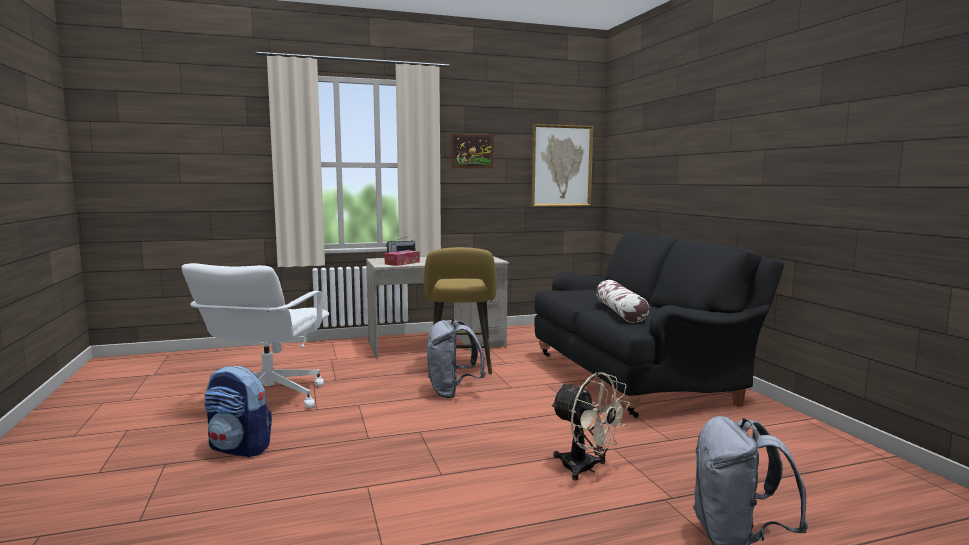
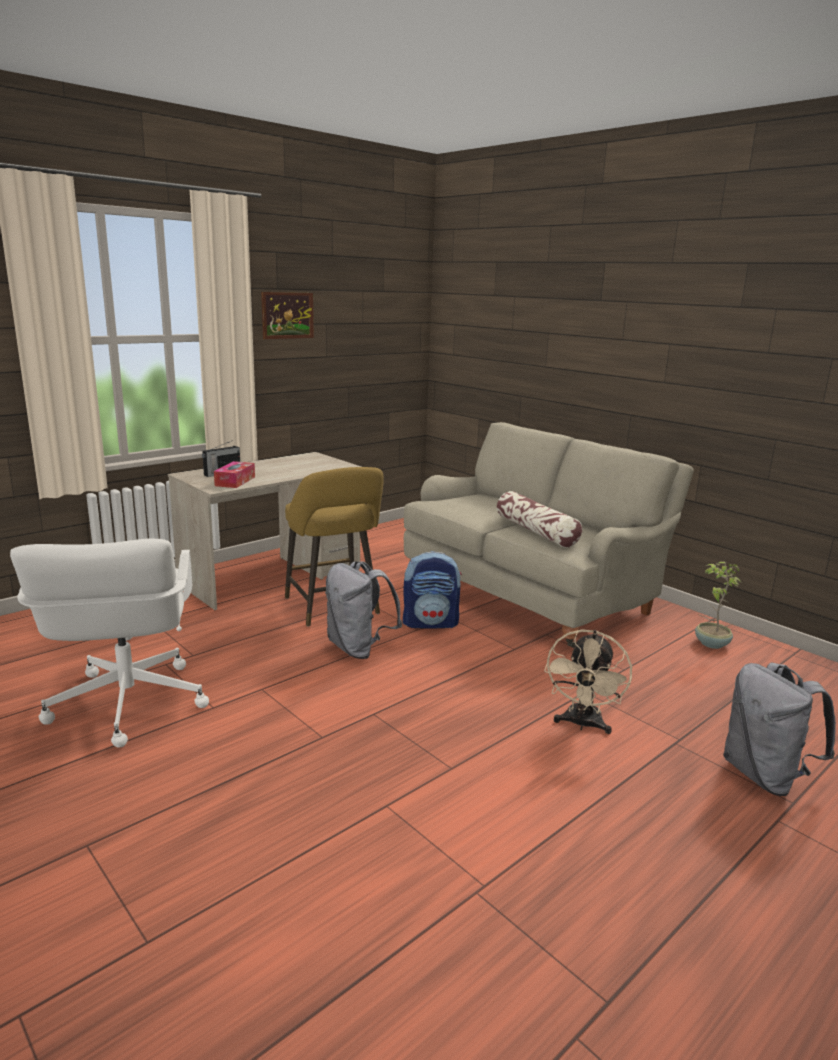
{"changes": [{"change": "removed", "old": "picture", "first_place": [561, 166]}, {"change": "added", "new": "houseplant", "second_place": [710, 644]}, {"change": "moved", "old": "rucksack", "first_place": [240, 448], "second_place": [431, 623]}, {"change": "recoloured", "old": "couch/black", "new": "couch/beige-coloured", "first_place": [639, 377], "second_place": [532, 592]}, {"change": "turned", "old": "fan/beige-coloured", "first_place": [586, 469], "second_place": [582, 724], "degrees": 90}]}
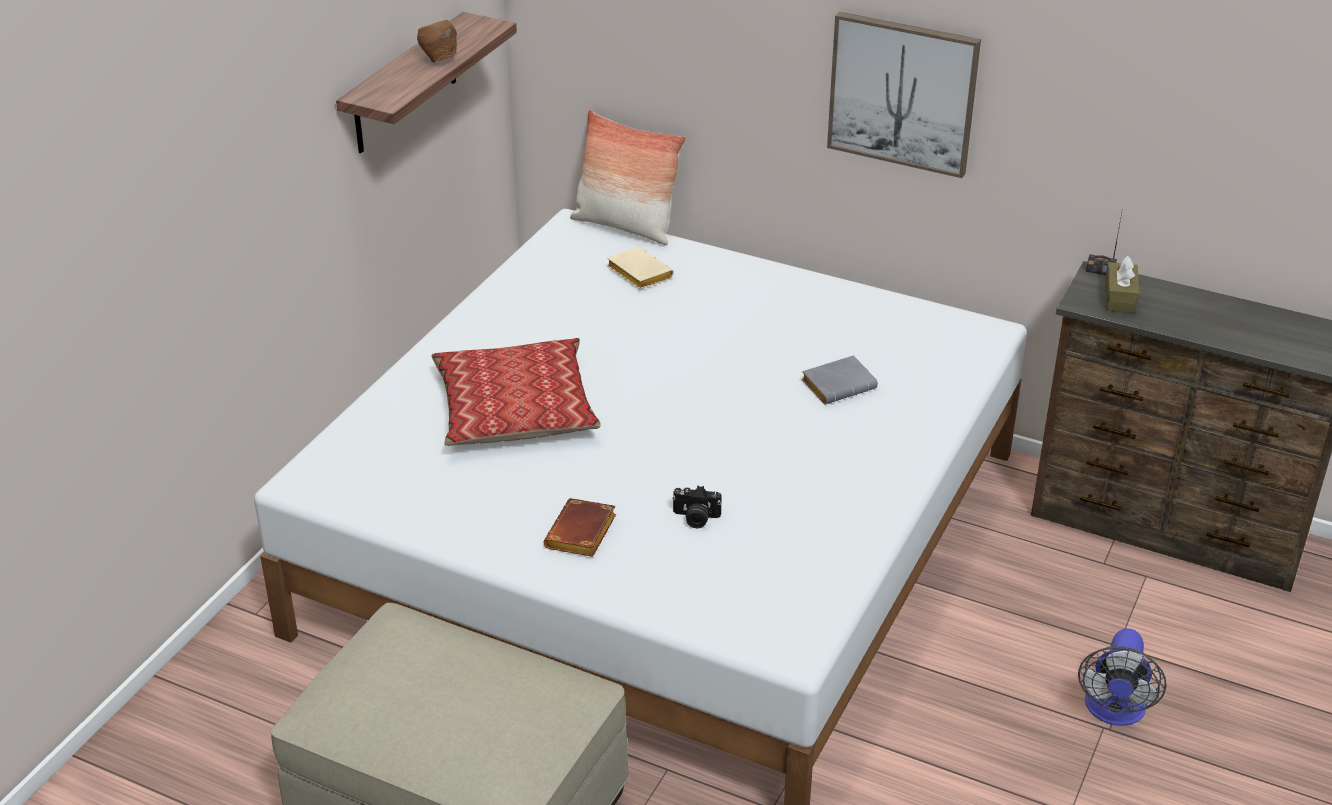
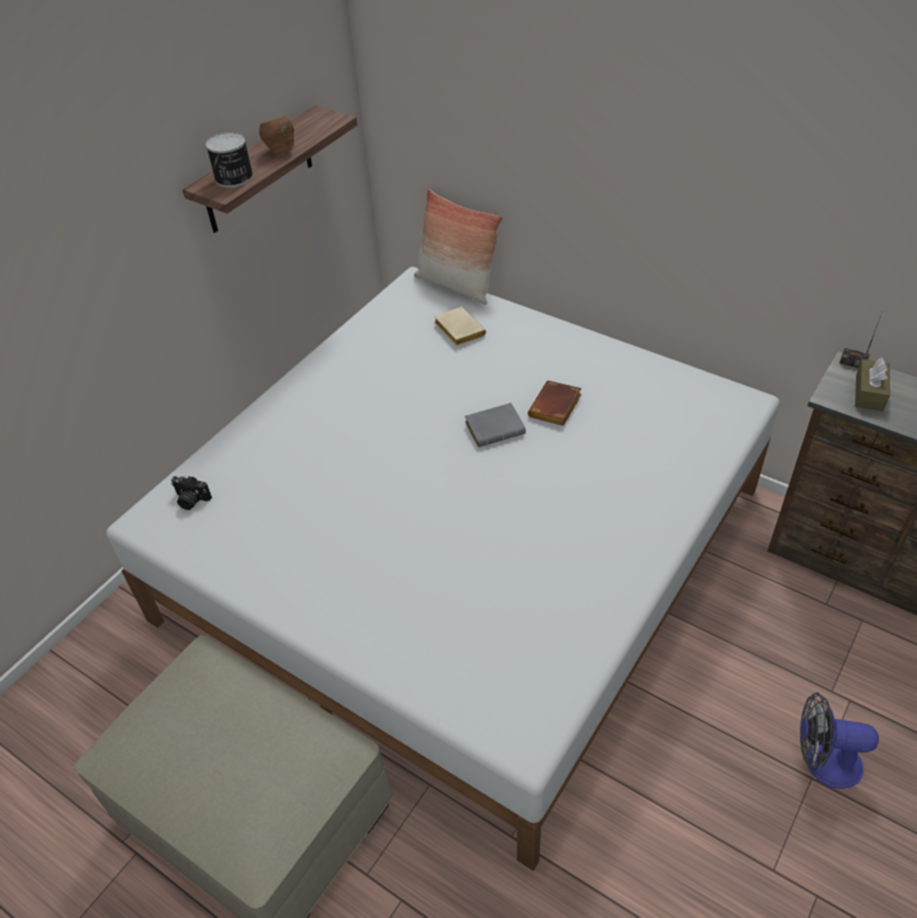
{"changes": [{"change": "removed", "old": "pillow", "first_place": [515, 408]}, {"change": "removed", "old": "picture", "first_place": [903, 93]}, {"change": "added", "new": "metal can", "second_place": [234, 178]}, {"change": "moved", "old": "volume/brown-coloured", "first_place": [582, 535], "second_place": [555, 408]}, {"change": "moved", "old": "still camera", "first_place": [695, 518], "second_place": [191, 500]}, {"change": "moved", "old": "volume/grey", "first_place": [839, 384], "second_place": [495, 428]}, {"change": "turned", "old": "fan", "first_place": [1114, 711], "second_place": [822, 762], "degrees": 75}]}
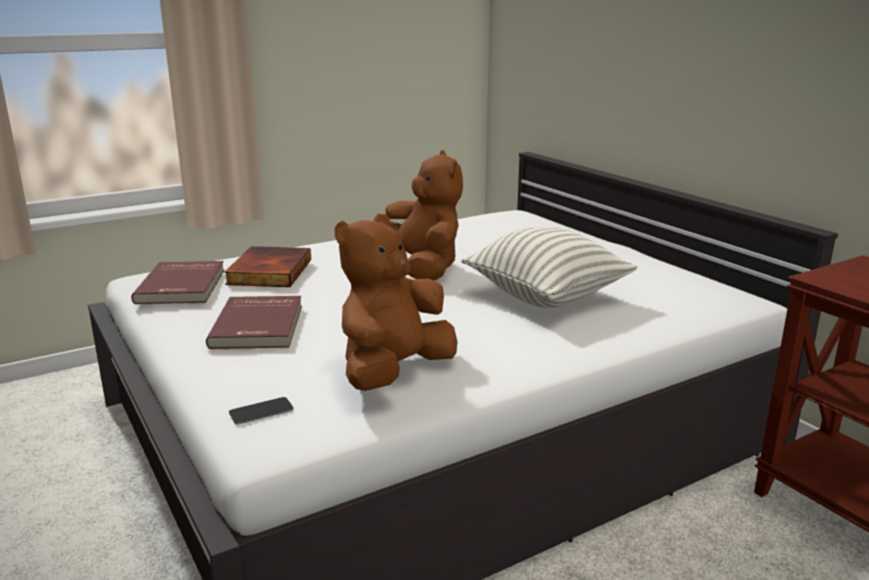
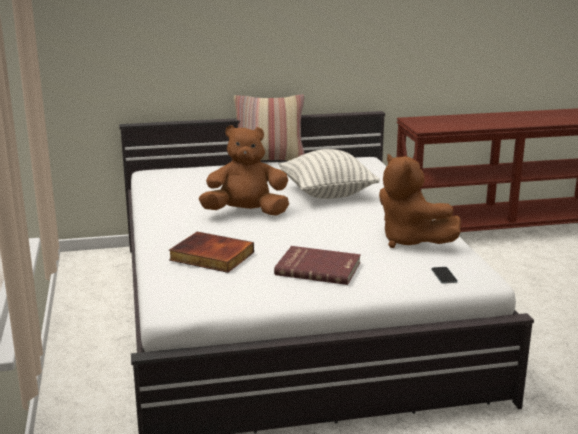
{"changes": [{"change": "removed", "old": "volume/red", "first_place": [183, 286]}, {"change": "added", "new": "pillow", "second_place": [270, 160]}]}
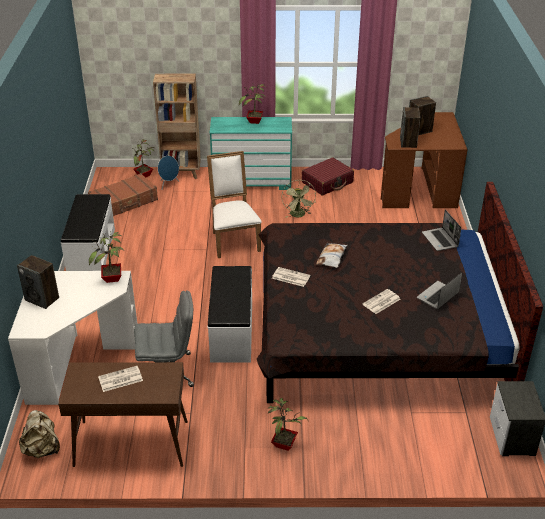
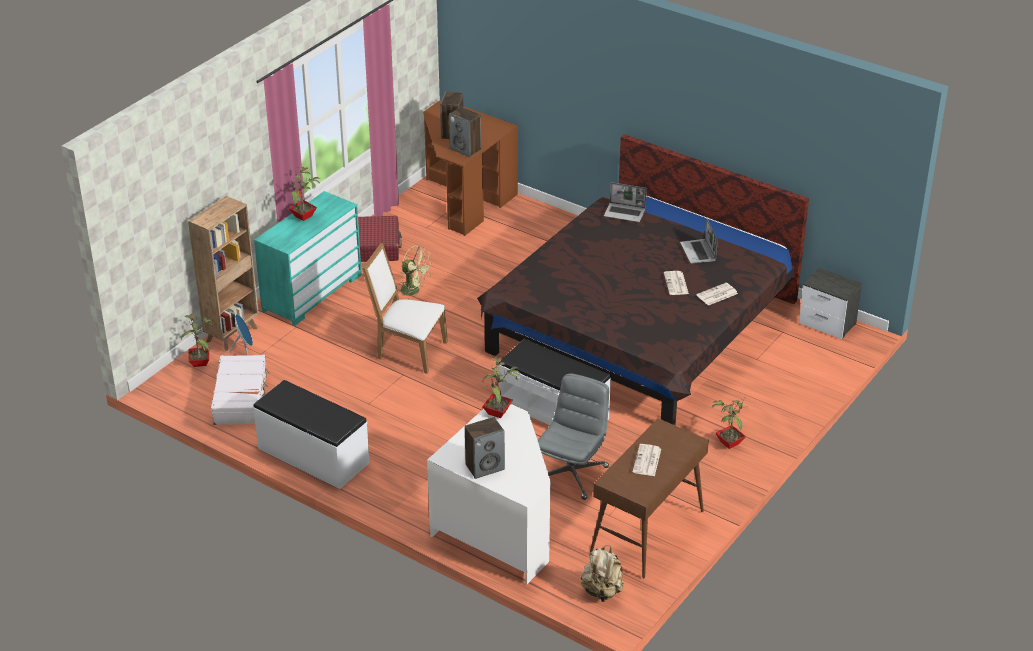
{"changes": [{"change": "removed", "old": "pillow", "first_place": [332, 258]}, {"change": "moved", "old": "printed paper", "first_place": [290, 277], "second_place": [716, 295]}, {"change": "recoloured", "old": "suitcase/brown-coloured", "new": "suitcase/white", "first_place": [124, 203], "second_place": [241, 398]}]}
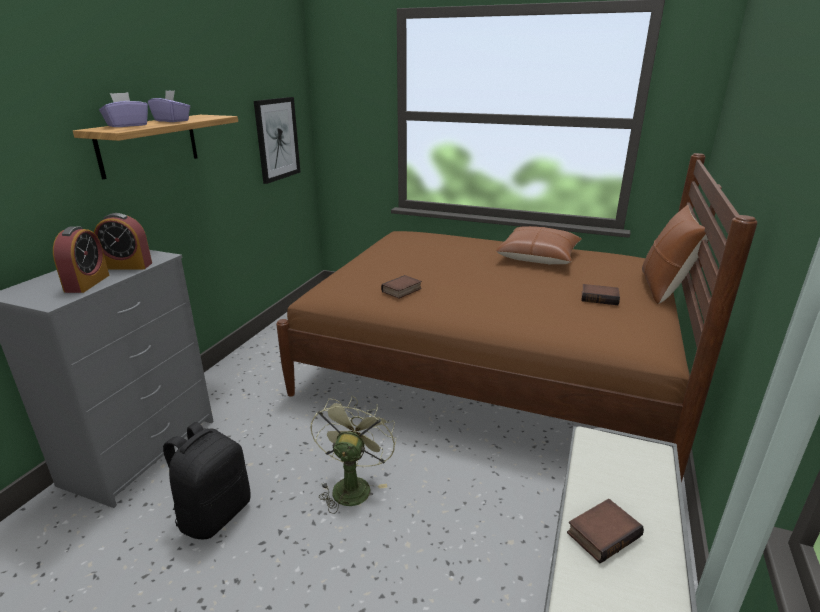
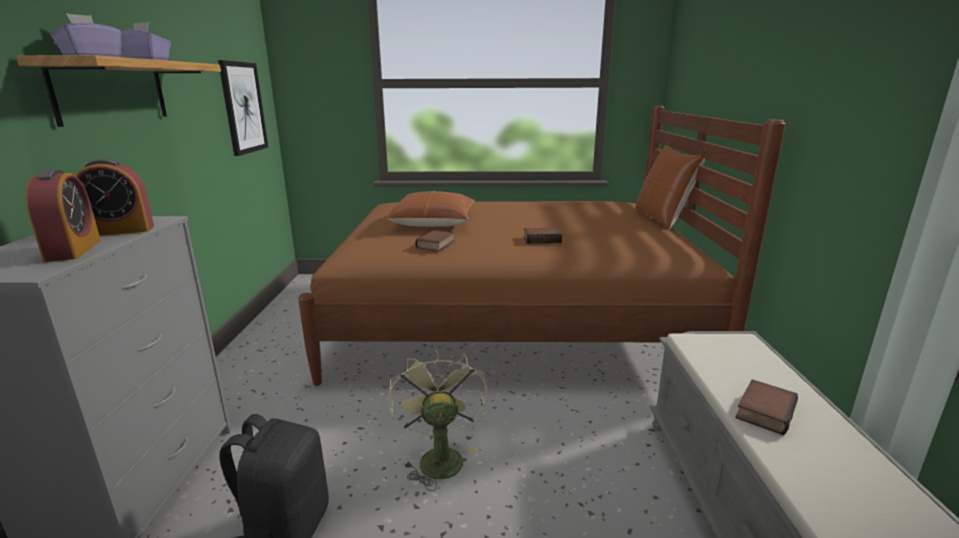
{"changes": [{"change": "moved", "old": "pillow/brown-coloured", "first_place": [538, 257], "second_place": [434, 222]}, {"change": "moved", "old": "volume", "first_place": [600, 298], "second_place": [542, 239]}]}
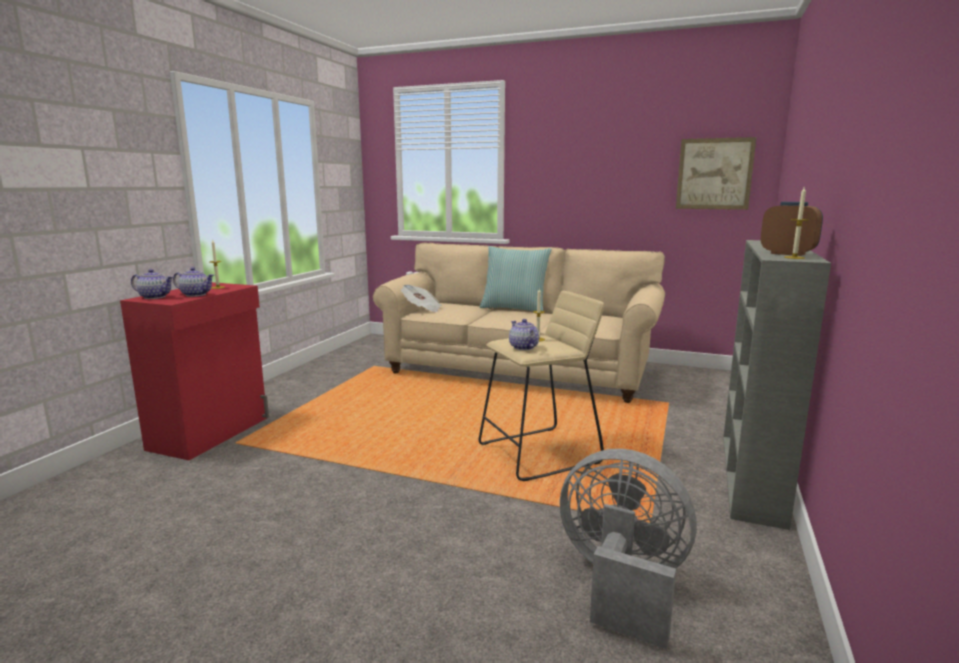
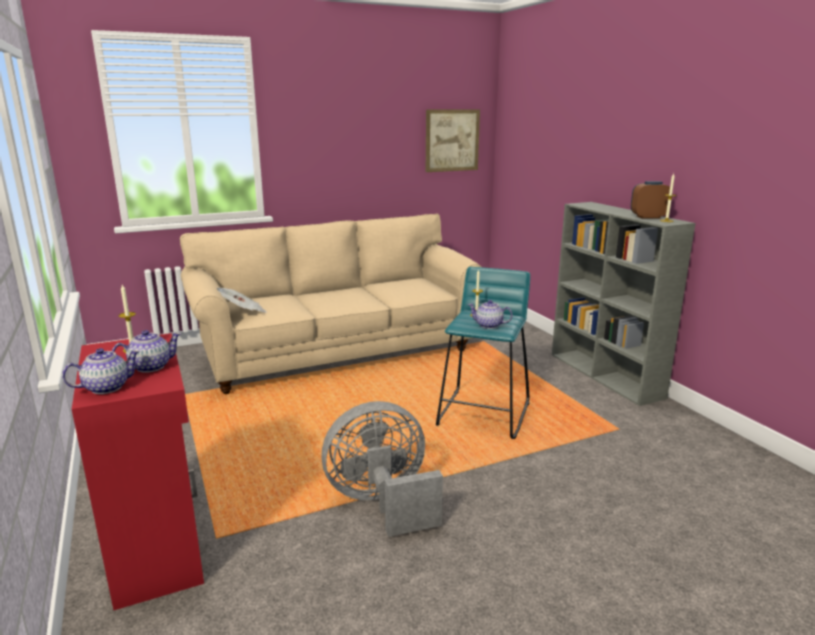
{"changes": [{"change": "removed", "old": "pillow", "first_place": [514, 308]}, {"change": "moved", "old": "fan/grey", "first_place": [621, 584], "second_place": [382, 503]}, {"change": "recoloured", "old": "stool/beige-coloured", "new": "stool/turquoise", "first_place": [539, 454], "second_place": [484, 414]}]}
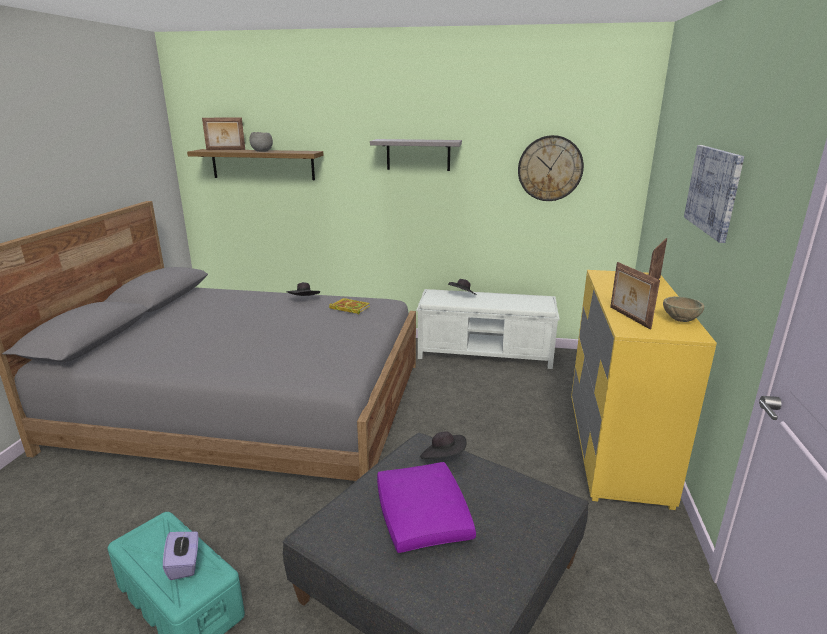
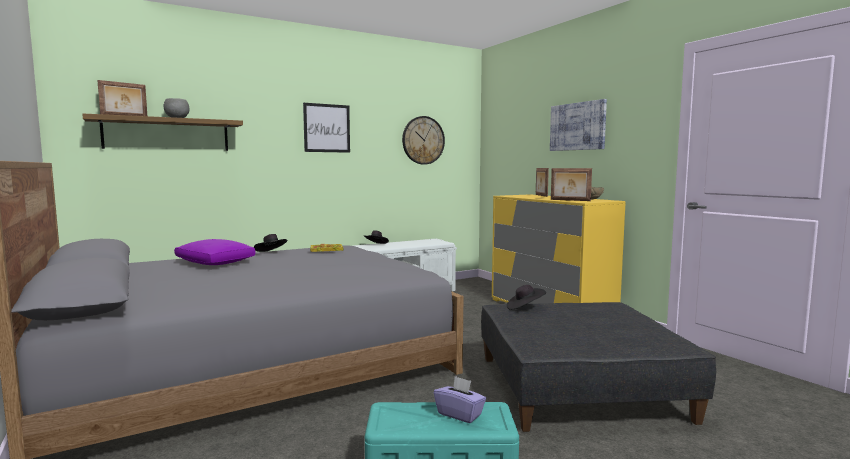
{"changes": [{"change": "moved", "old": "pillow/purplish", "first_place": [422, 516], "second_place": [214, 262]}, {"change": "replaced", "old": "wall shelf/grey", "new": "picture", "first_place": [418, 155], "second_place": [327, 128]}]}
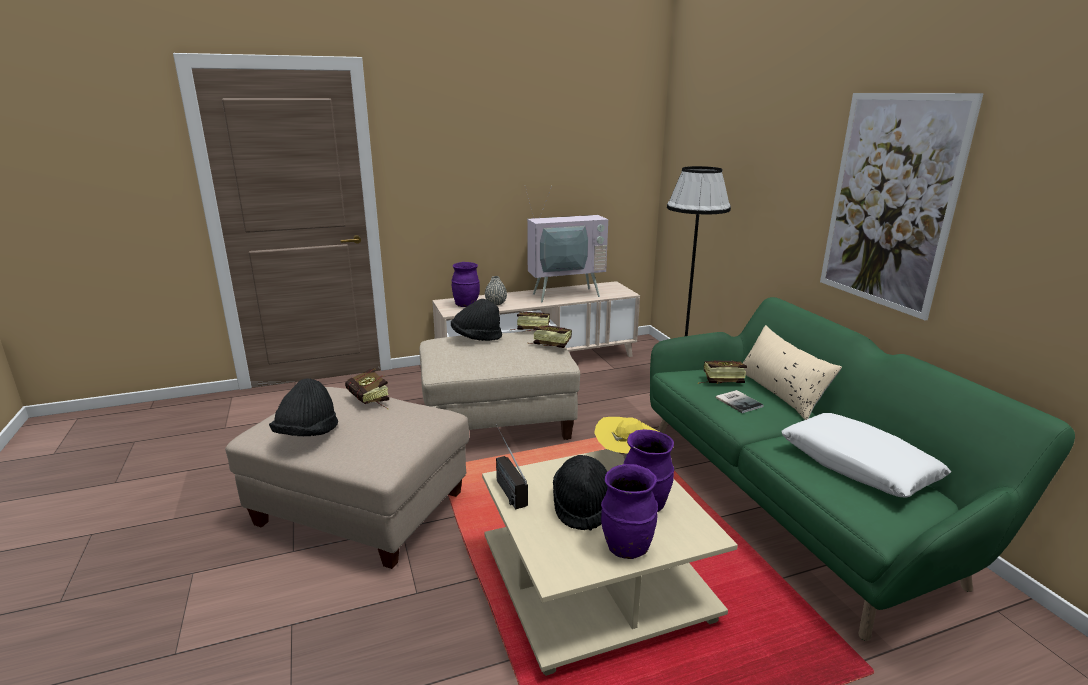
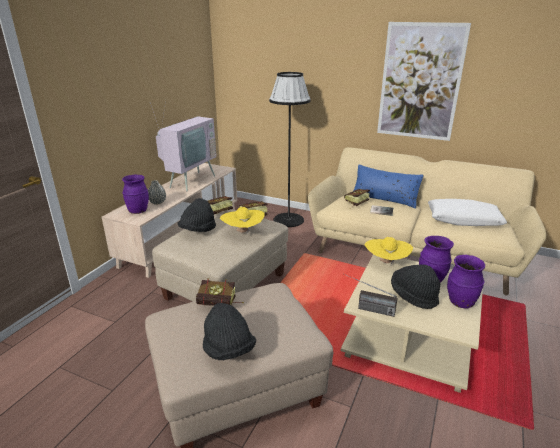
{"changes": [{"change": "added", "new": "clothing hat/yellow", "second_place": [243, 232]}, {"change": "recoloured", "old": "couch/green-coloured", "new": "couch/beige-coloured", "first_place": [796, 501], "second_place": [413, 252]}, {"change": "recoloured", "old": "pillow/beige-coloured", "new": "pillow/blue-coloured", "first_place": [780, 392], "second_place": [384, 199]}]}
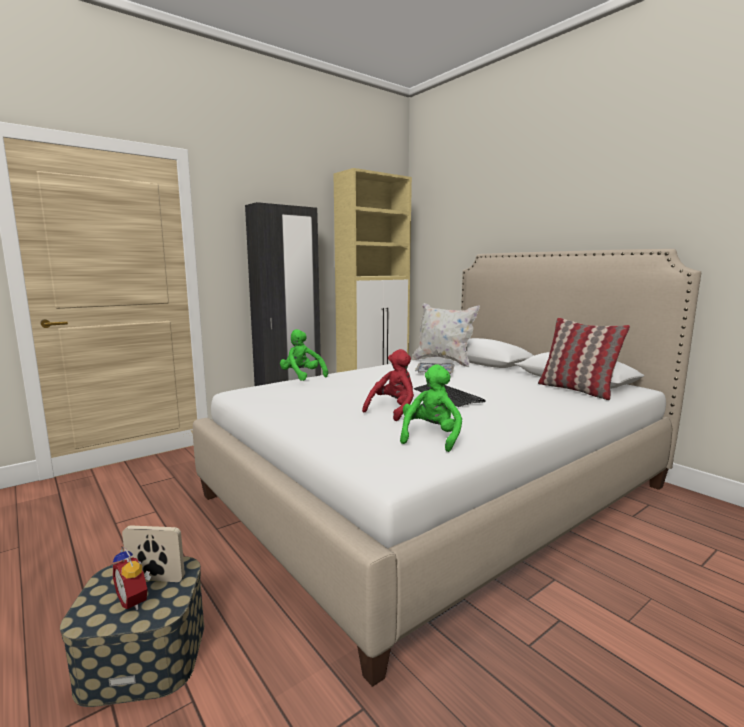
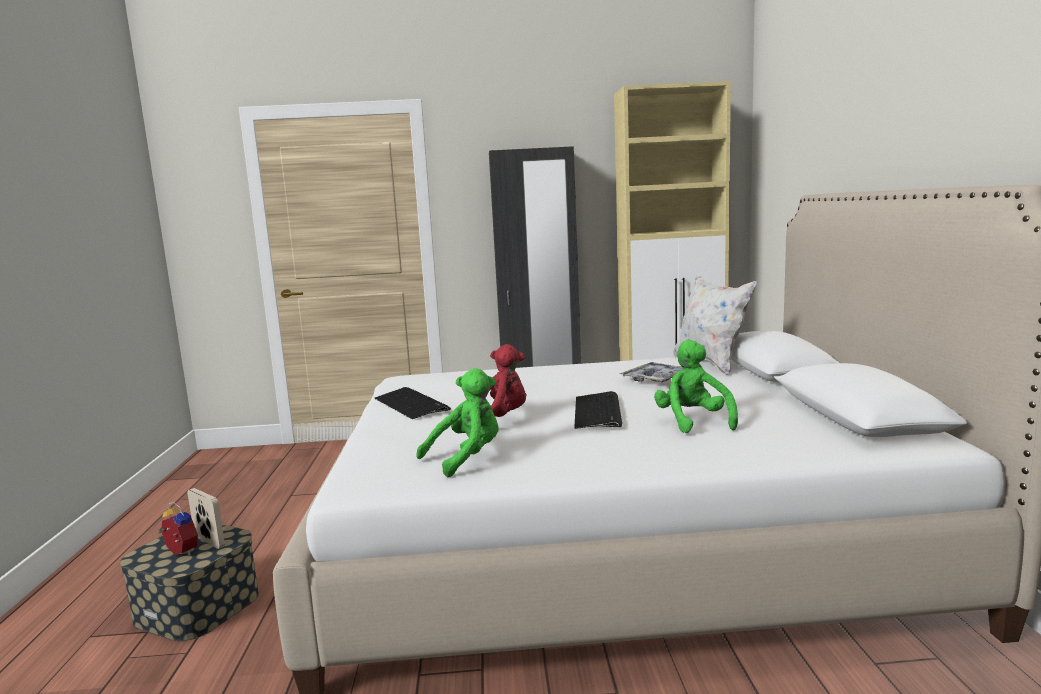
{"changes": [{"change": "removed", "old": "pillow", "first_place": [576, 390]}, {"change": "added", "new": "PC keyboard", "second_place": [411, 404]}, {"change": "moved", "old": "soft toy/green-coloured", "first_place": [302, 376], "second_place": [693, 422]}, {"change": "turned", "old": "bedside clock", "first_place": [135, 600], "second_place": [179, 553], "degrees": 135}]}
